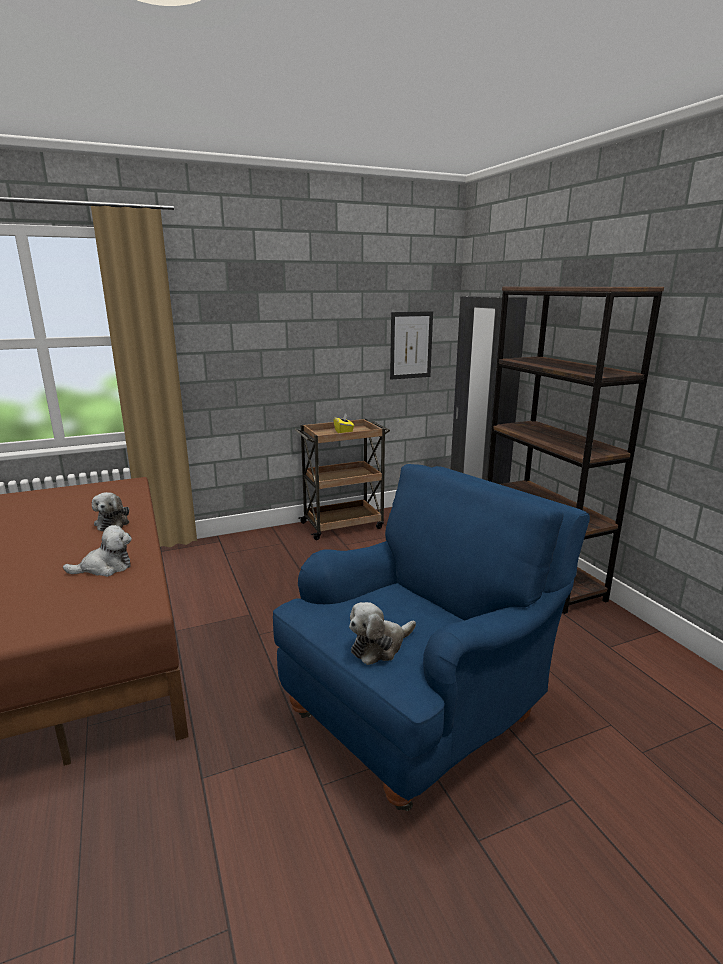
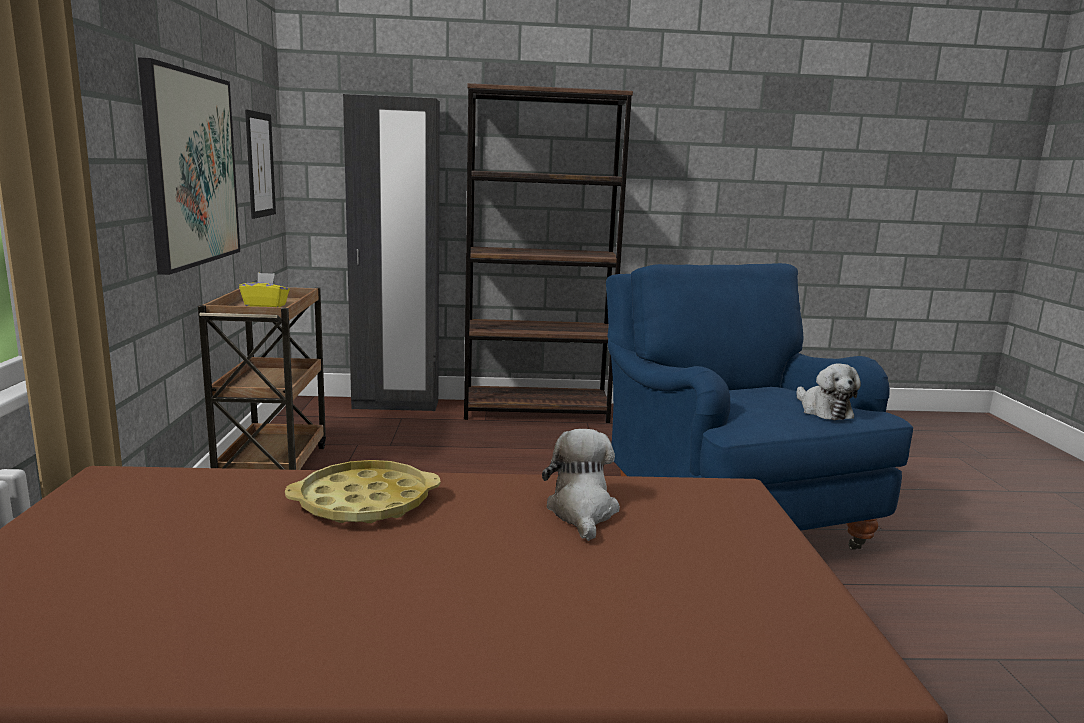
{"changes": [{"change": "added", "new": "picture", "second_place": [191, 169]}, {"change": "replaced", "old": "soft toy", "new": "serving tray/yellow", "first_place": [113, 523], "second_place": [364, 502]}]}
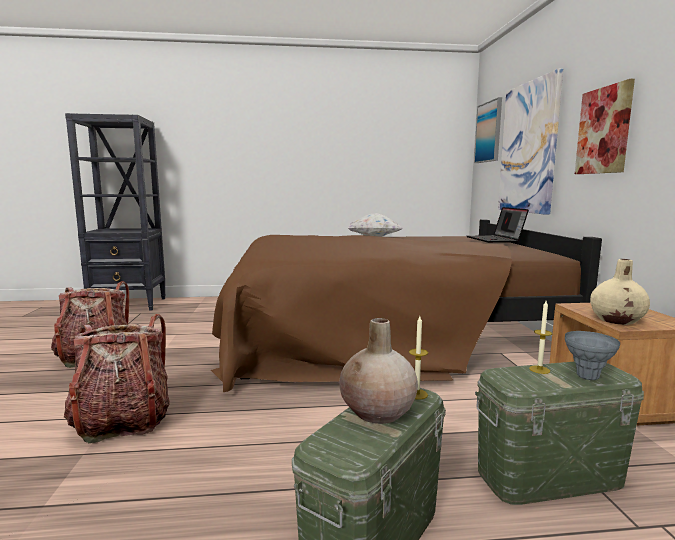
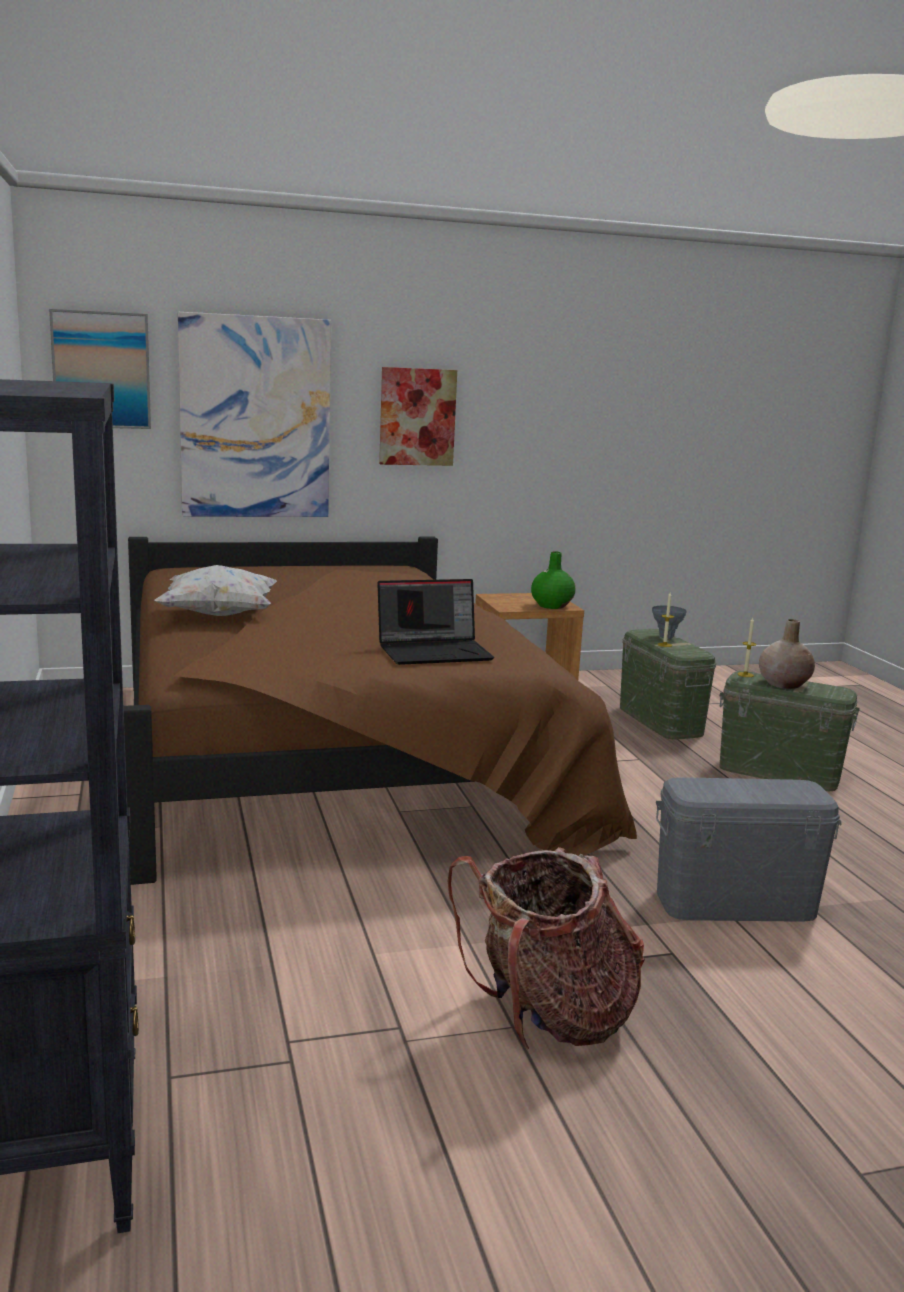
{"changes": [{"change": "moved", "old": "laptop", "first_place": [495, 240], "second_place": [435, 651]}, {"change": "replaced", "old": "rucksack", "new": "storage box/grey", "first_place": [123, 421], "second_place": [735, 903]}, {"change": "recoloured", "old": "flower vase/beige-coloured", "new": "flower vase/green-coloured", "first_place": [617, 320], "second_place": [552, 605]}]}
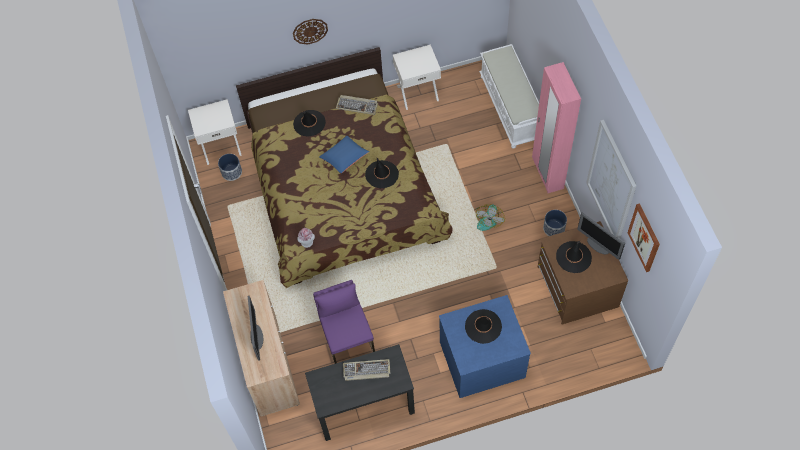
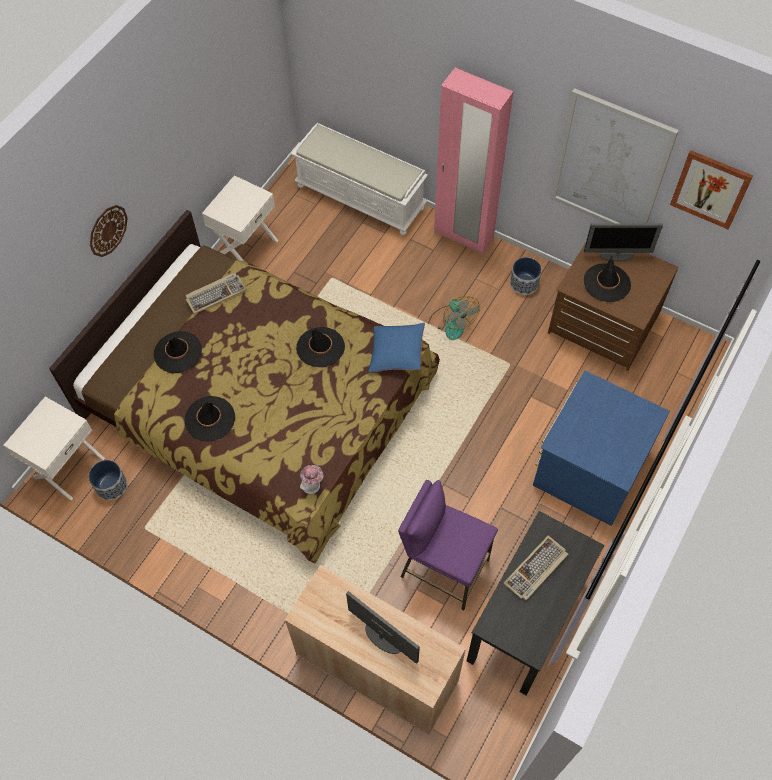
{"changes": [{"change": "moved", "old": "pillow/blue-coloured", "first_place": [344, 158], "second_place": [396, 353]}, {"change": "moved", "old": "clothing hat/black", "first_place": [483, 326], "second_place": [210, 419]}]}
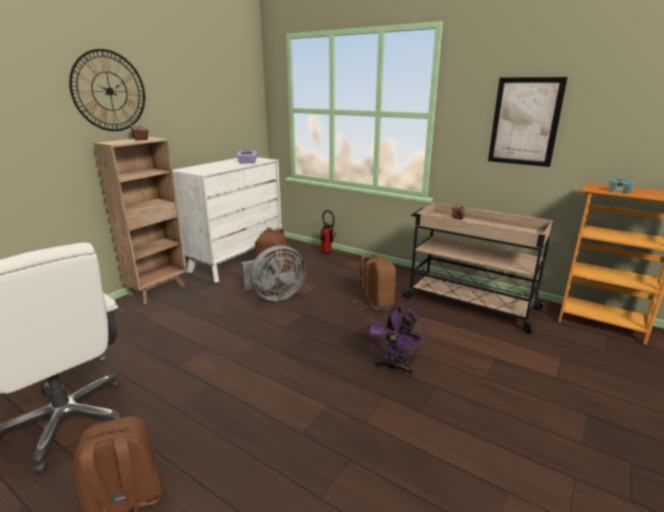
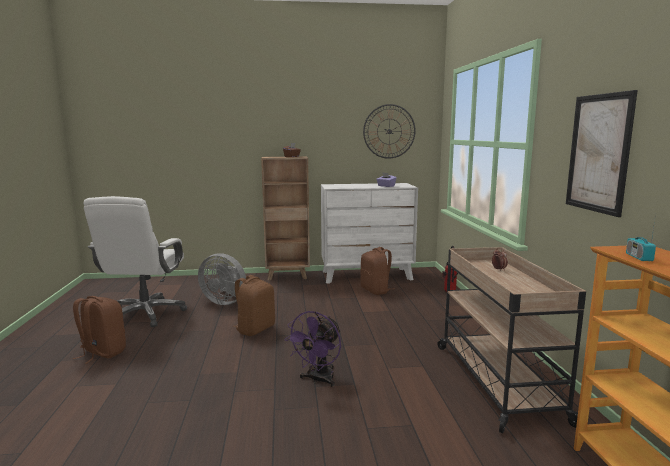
{"changes": [{"change": "moved", "old": "hanging clock", "first_place": [109, 91], "second_place": [389, 131]}, {"change": "moved", "old": "fan/grey", "first_place": [274, 296], "second_place": [225, 301]}, {"change": "moved", "old": "rucksack/brown-coloured", "first_place": [375, 304], "second_place": [255, 329]}, {"change": "turned", "old": "fan/purplish", "first_place": [394, 368], "second_place": [318, 380], "degrees": -45}]}
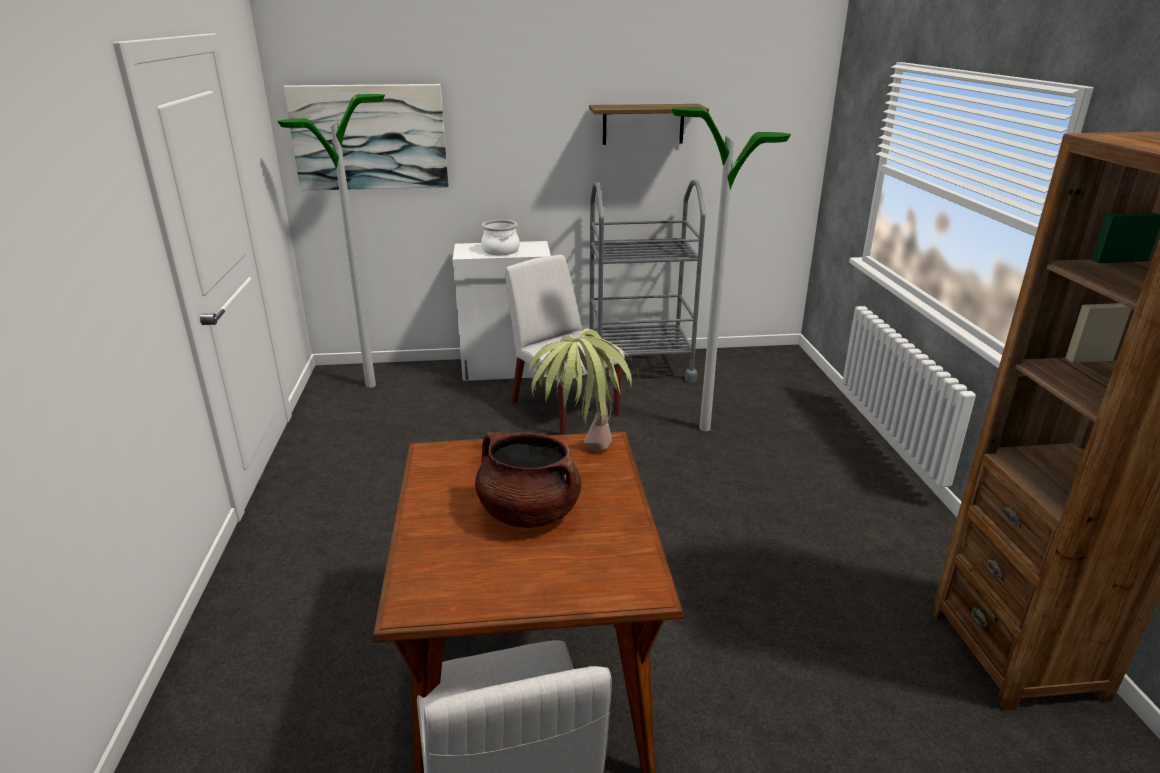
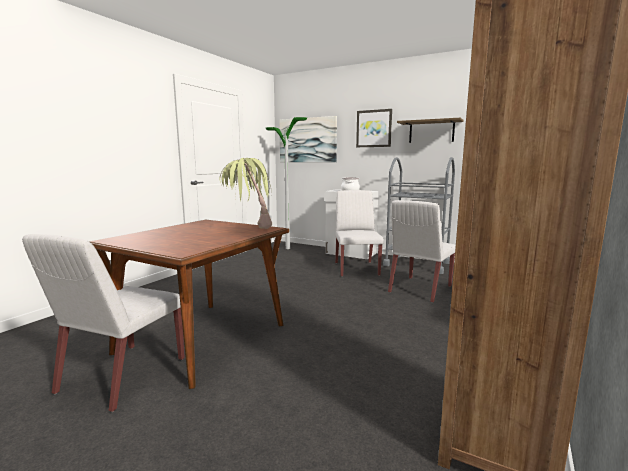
{"changes": [{"change": "removed", "old": "stockpot/brown-coloured", "first_place": [528, 512]}, {"change": "added", "new": "picture", "second_place": [374, 128]}, {"change": "replaced", "old": "standard lamp", "new": "chair/white", "first_place": [704, 428], "second_place": [420, 289]}]}
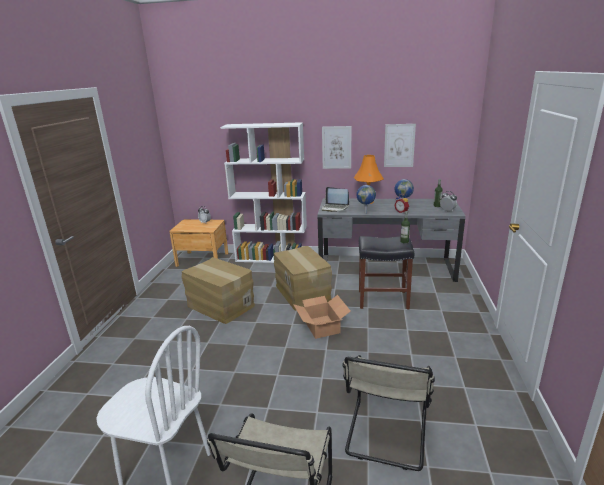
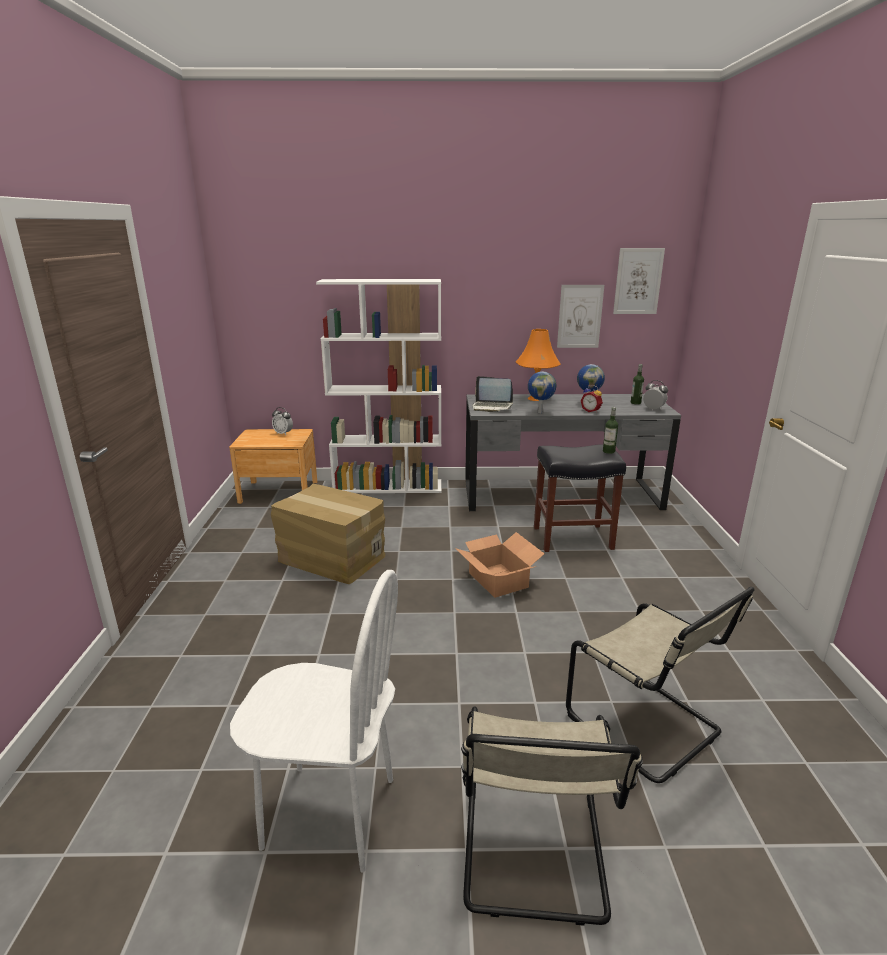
{"changes": [{"change": "removed", "old": "cardboard box", "first_place": [303, 293]}, {"change": "moved", "old": "picture", "first_place": [336, 147], "second_place": [638, 281]}, {"change": "turned", "old": "chair/beige-coloured", "first_place": [386, 435], "second_place": [647, 726], "degrees": -45}]}
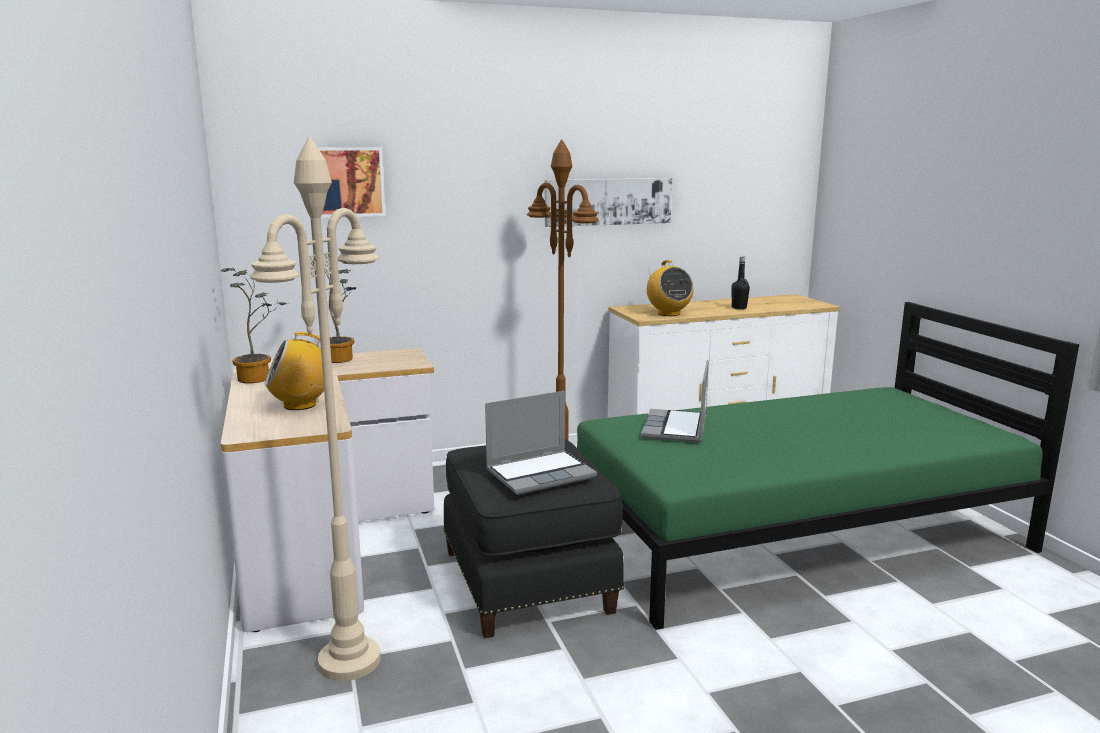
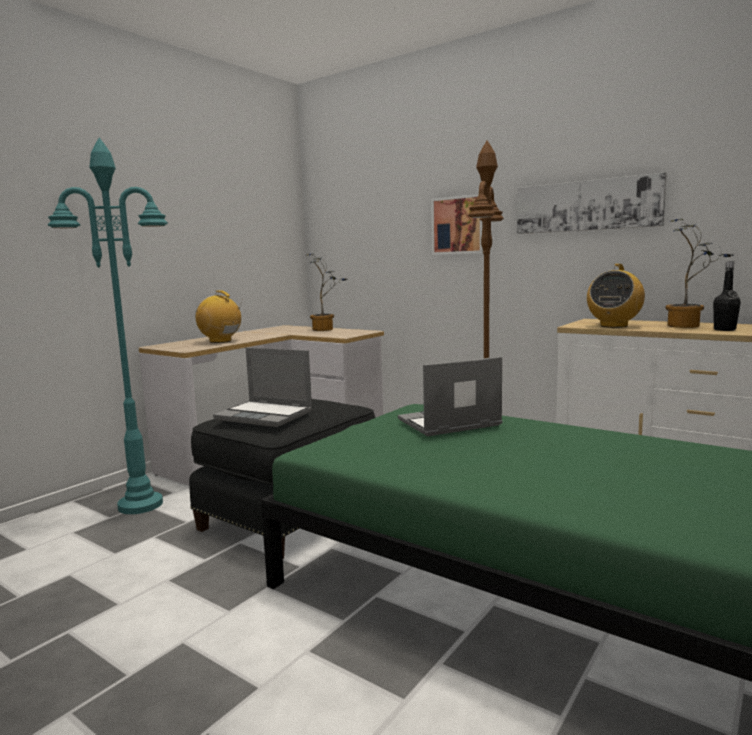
{"changes": [{"change": "moved", "old": "houseplant", "first_place": [259, 378], "second_place": [688, 326]}, {"change": "moved", "old": "picture", "first_place": [348, 182], "second_place": [459, 225]}, {"change": "recoloured", "old": "standard lamp/beige-coloured", "new": "standard lamp/turquoise", "first_place": [350, 660], "second_place": [141, 505]}]}
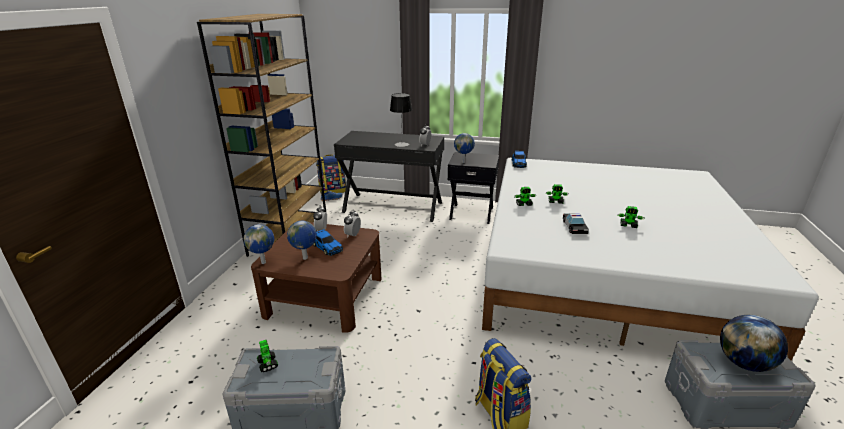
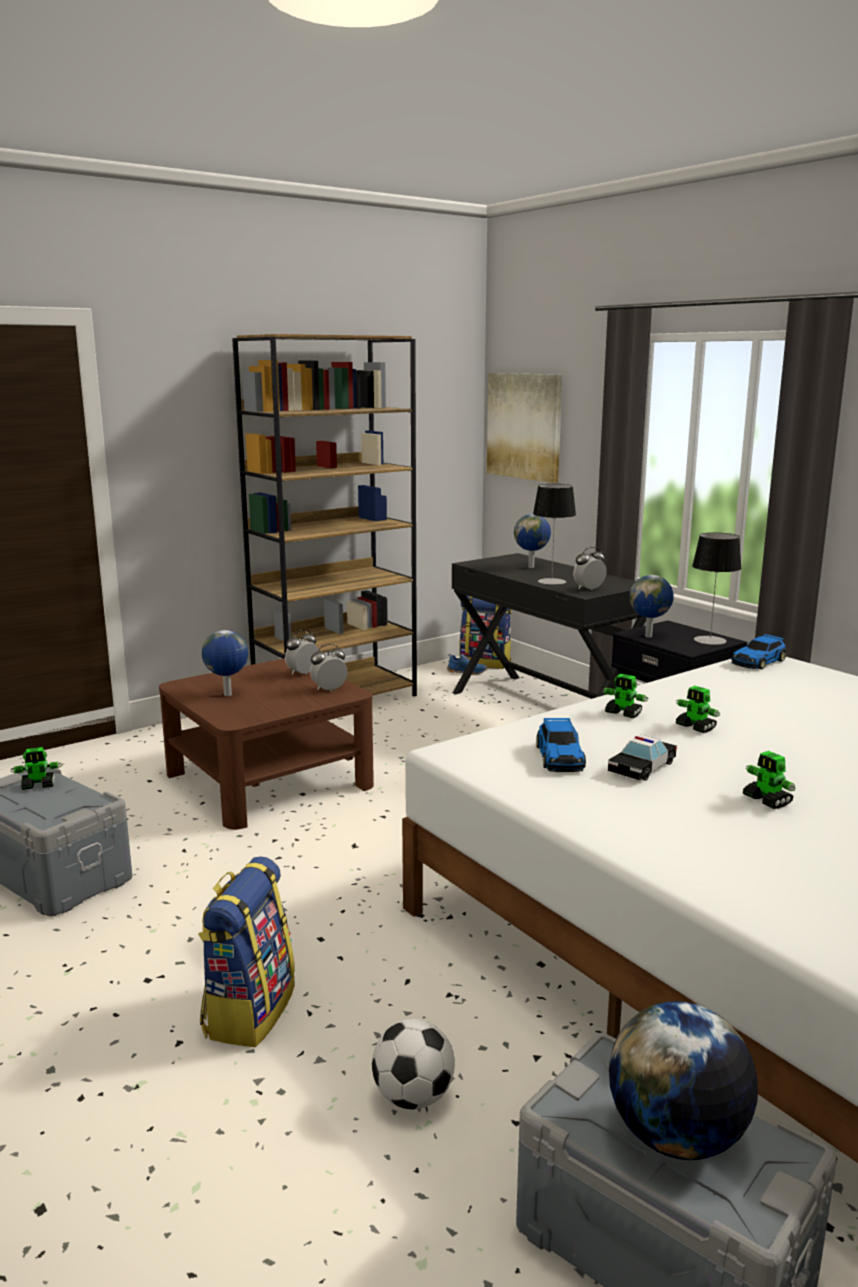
{"changes": [{"change": "added", "new": "ball for football", "second_place": [414, 1097]}, {"change": "added", "new": "picture", "second_place": [524, 426]}, {"change": "added", "new": "table lamp", "second_place": [710, 640]}, {"change": "moved", "old": "world globe", "first_place": [264, 262], "second_place": [532, 567]}, {"change": "moved", "old": "model car", "first_place": [327, 247], "second_place": [560, 757]}, {"change": "turned", "old": "model robot", "first_place": [268, 364], "second_place": [39, 785], "degrees": 60}]}
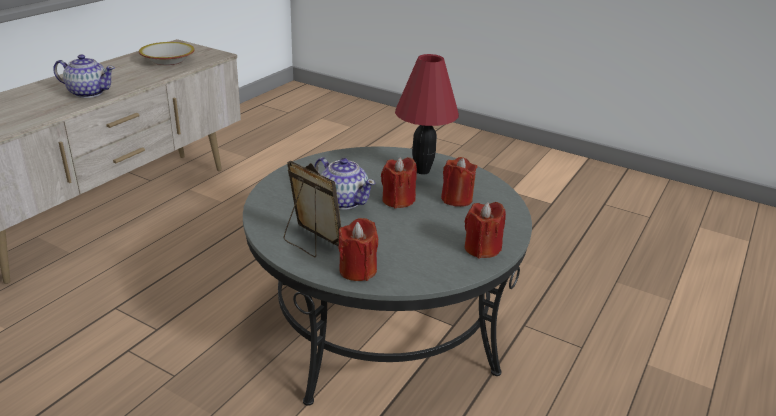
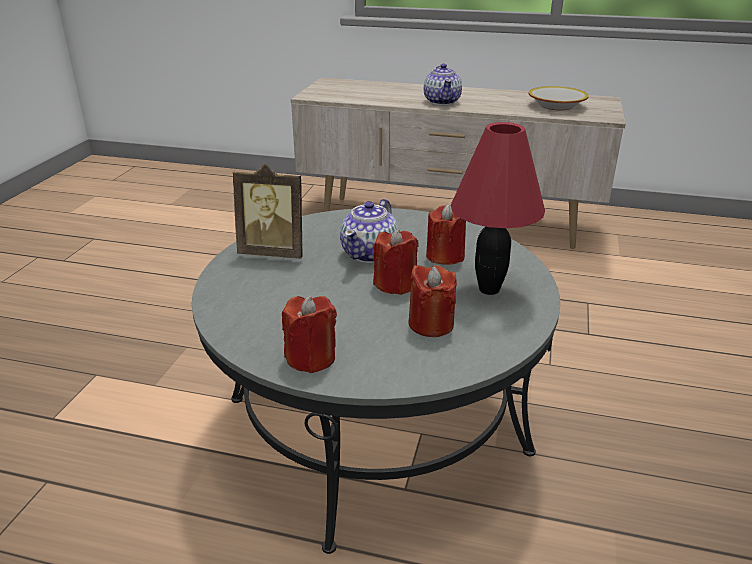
{"changes": [{"change": "moved", "old": "wax light/red", "first_place": [358, 270], "second_place": [445, 256]}, {"change": "turned", "old": "picture frame", "first_place": [310, 243], "second_place": [274, 252], "degrees": 75}]}
